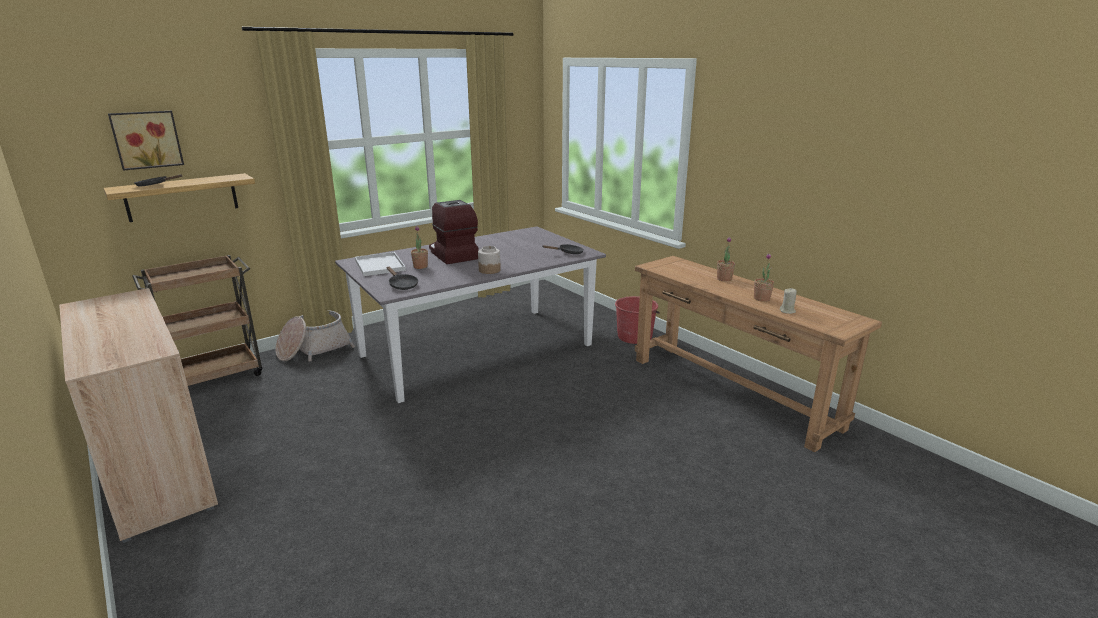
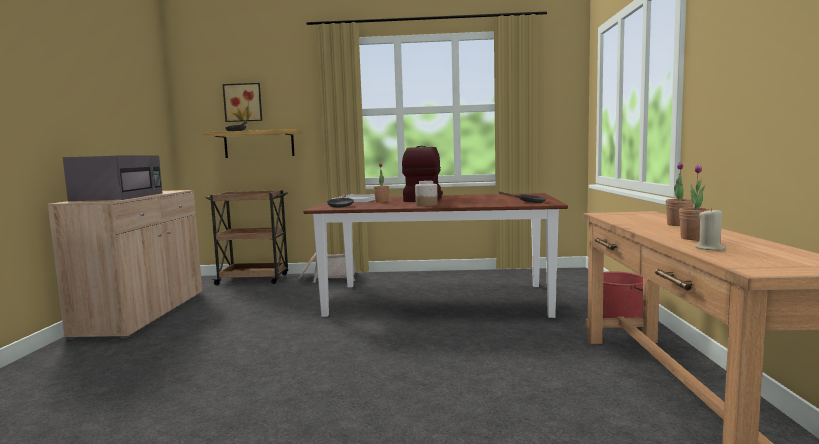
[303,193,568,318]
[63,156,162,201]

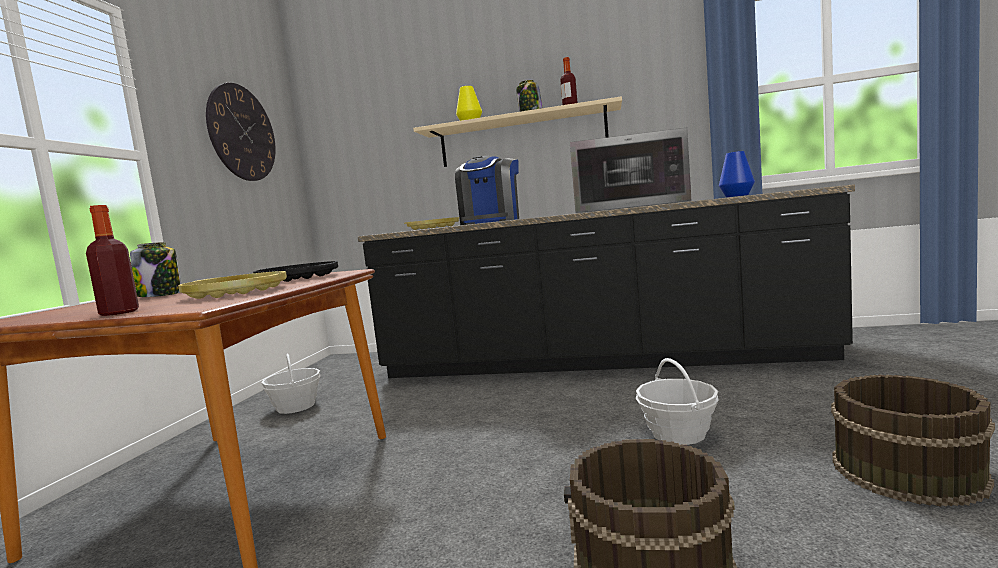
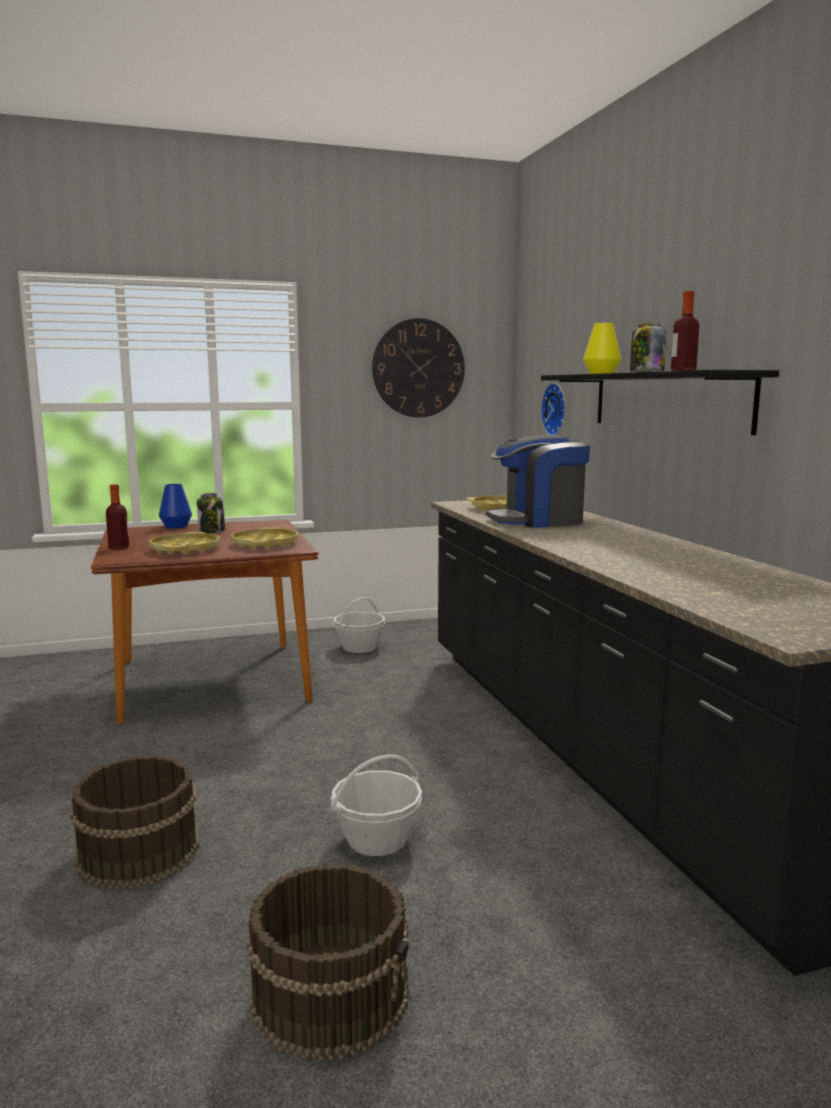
[541,370,779,435]
[570,128,691,213] (first image)
[159,484,192,528]
[231,527,298,548]
[540,383,566,435]

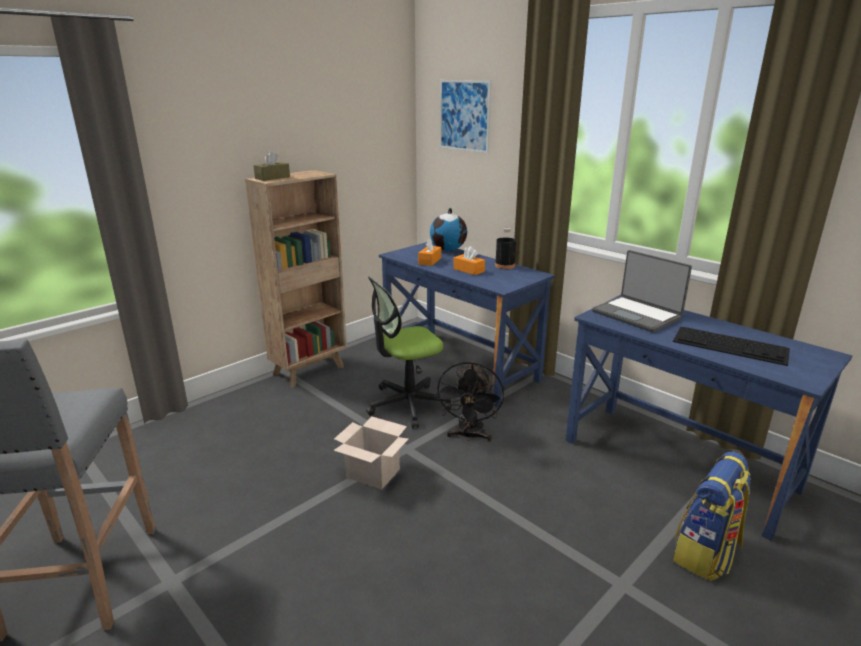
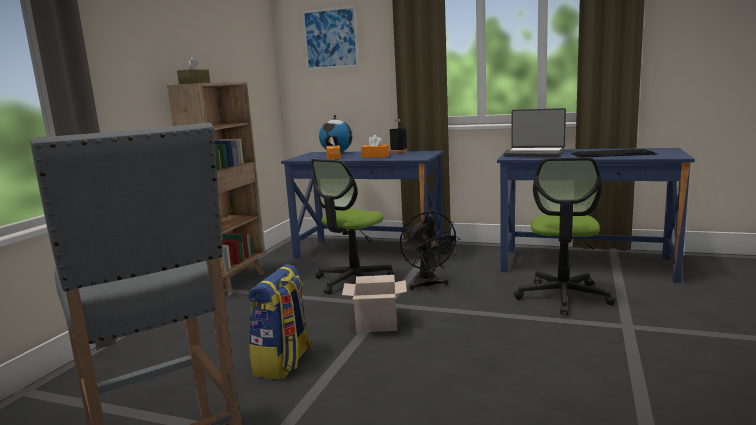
[248,265,313,380]
[514,158,616,315]

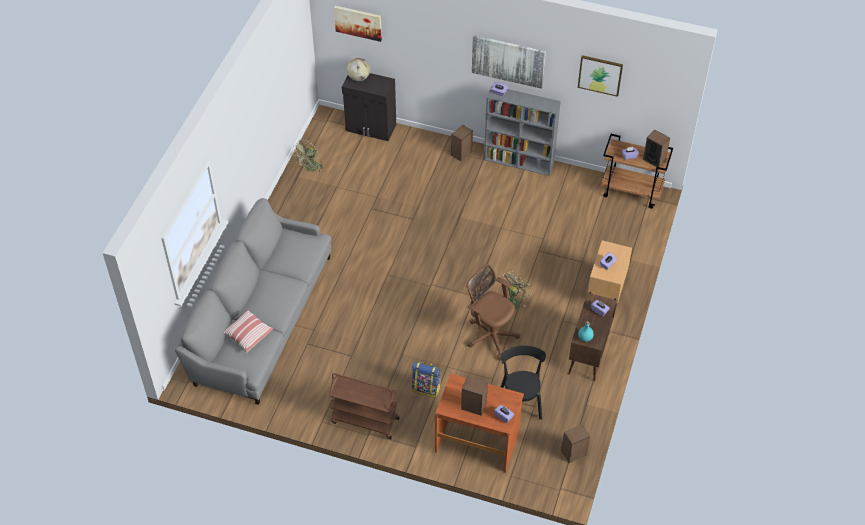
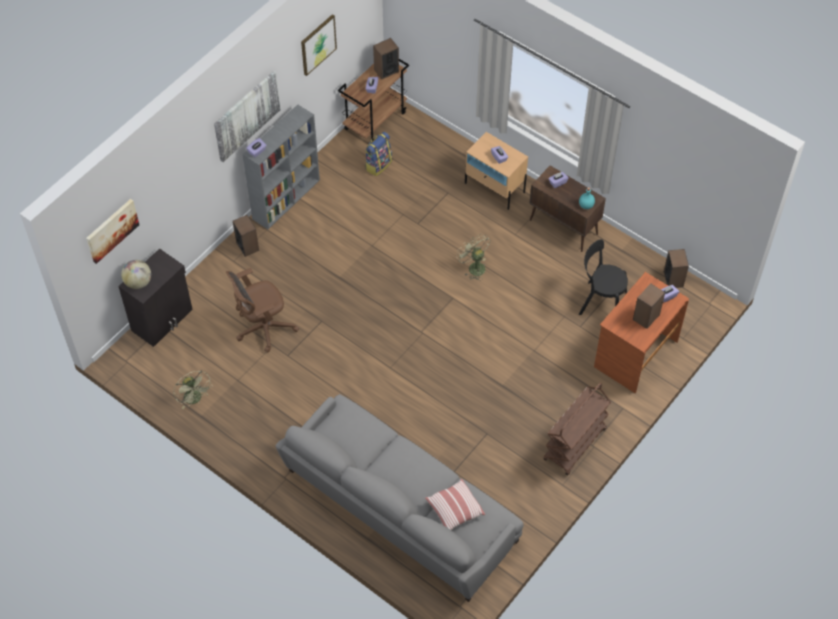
[226,268,299,353]
[365,132,392,176]

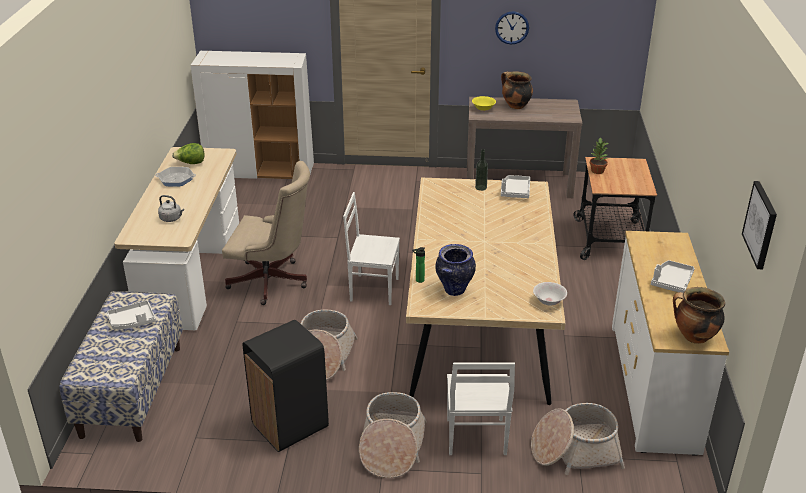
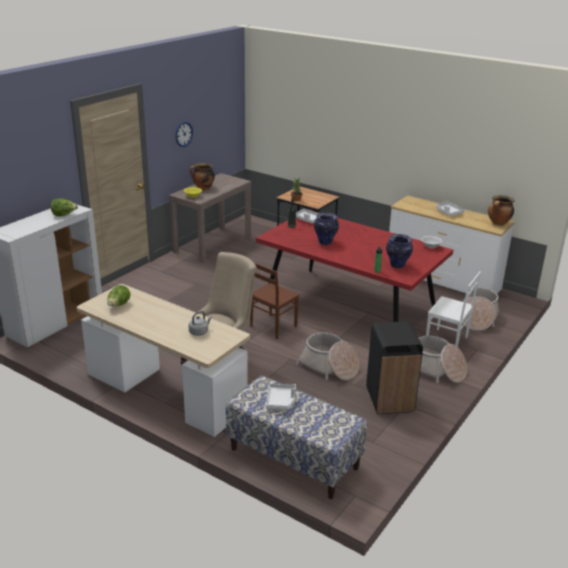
[155,167,196,187] (first image)
[256,210,453,322]
[742,181,777,269] (first image)
[250,263,299,339]
[51,198,78,216]
[314,213,339,245]

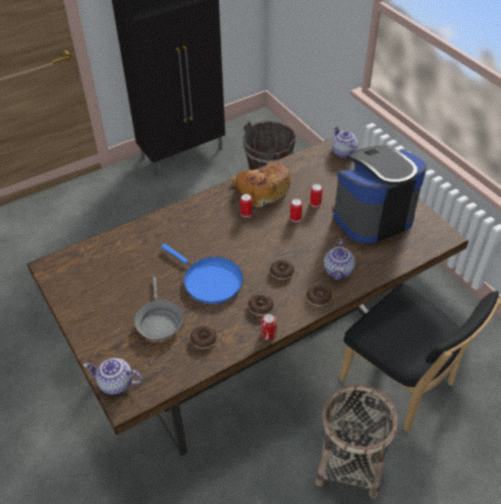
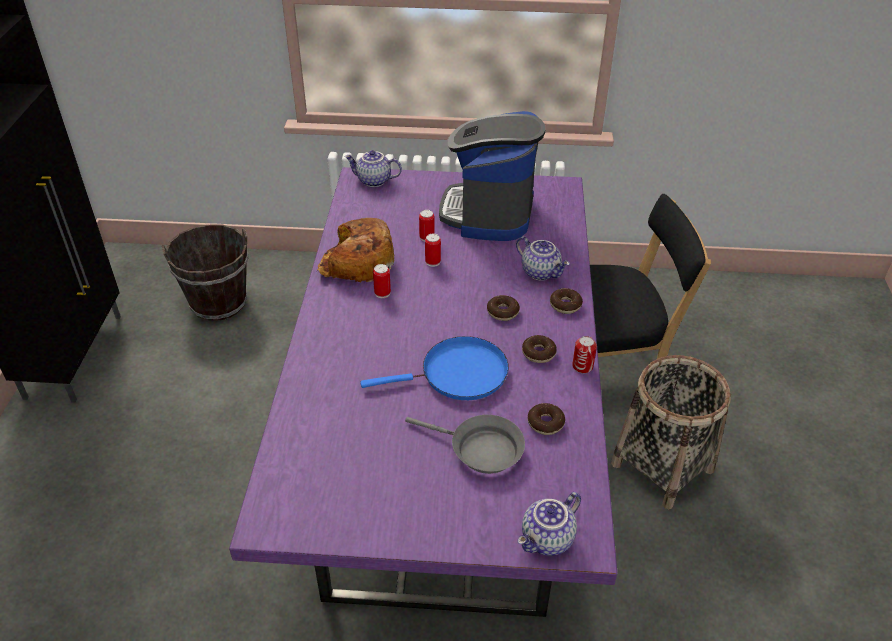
[229,167,617,617]

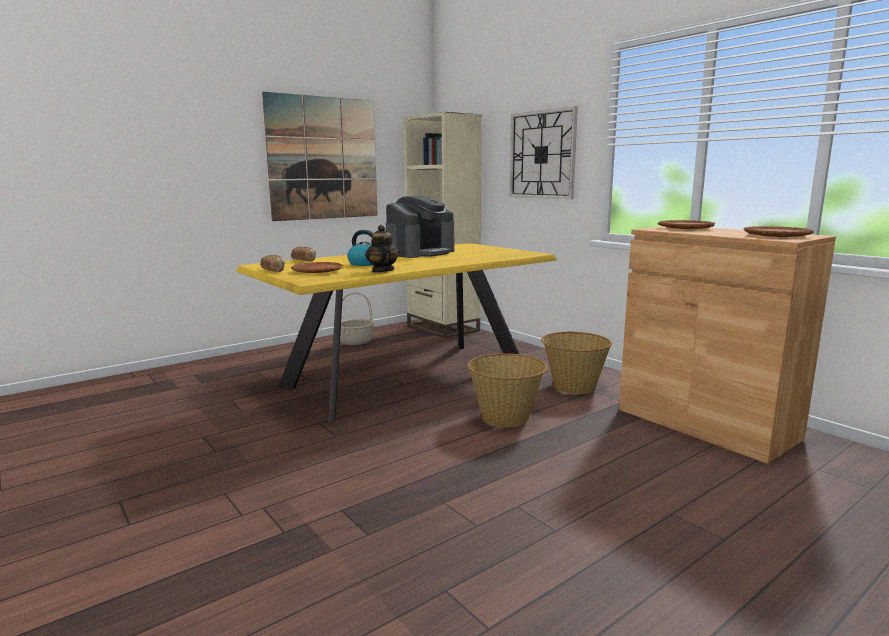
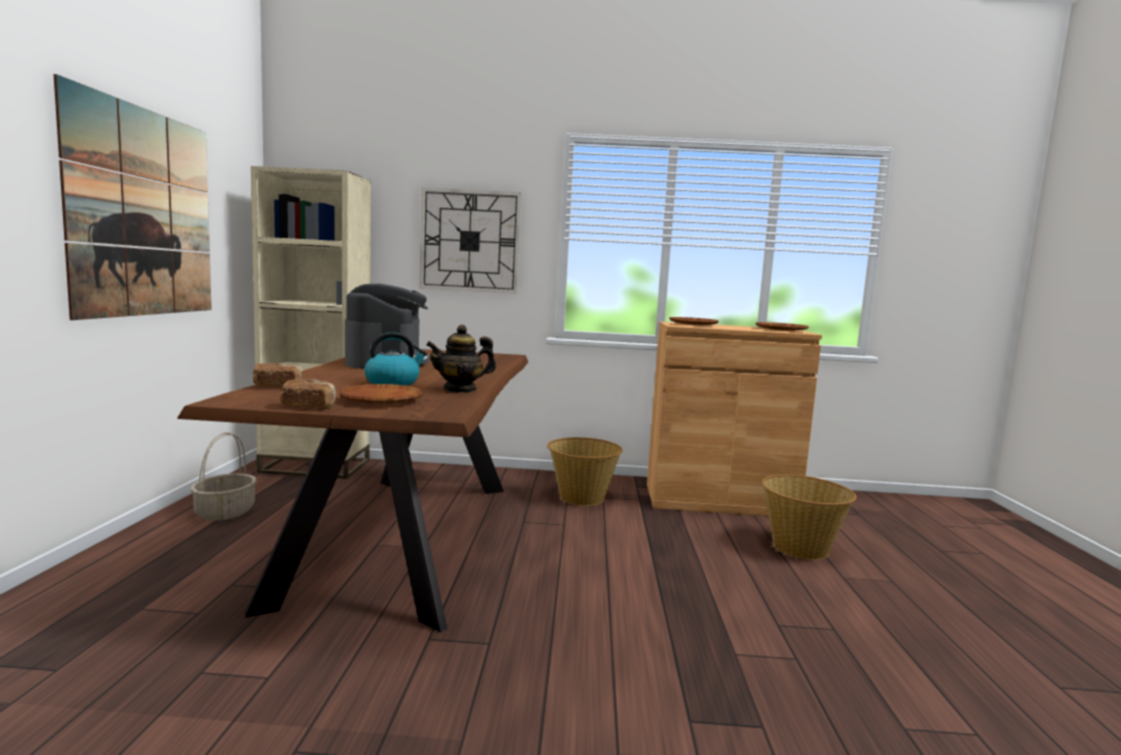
[426,325,496,393]
[177,349,528,632]
[761,475,857,560]

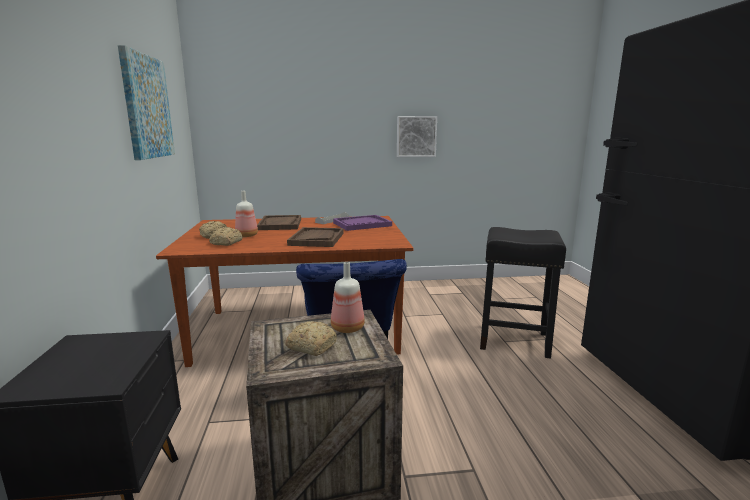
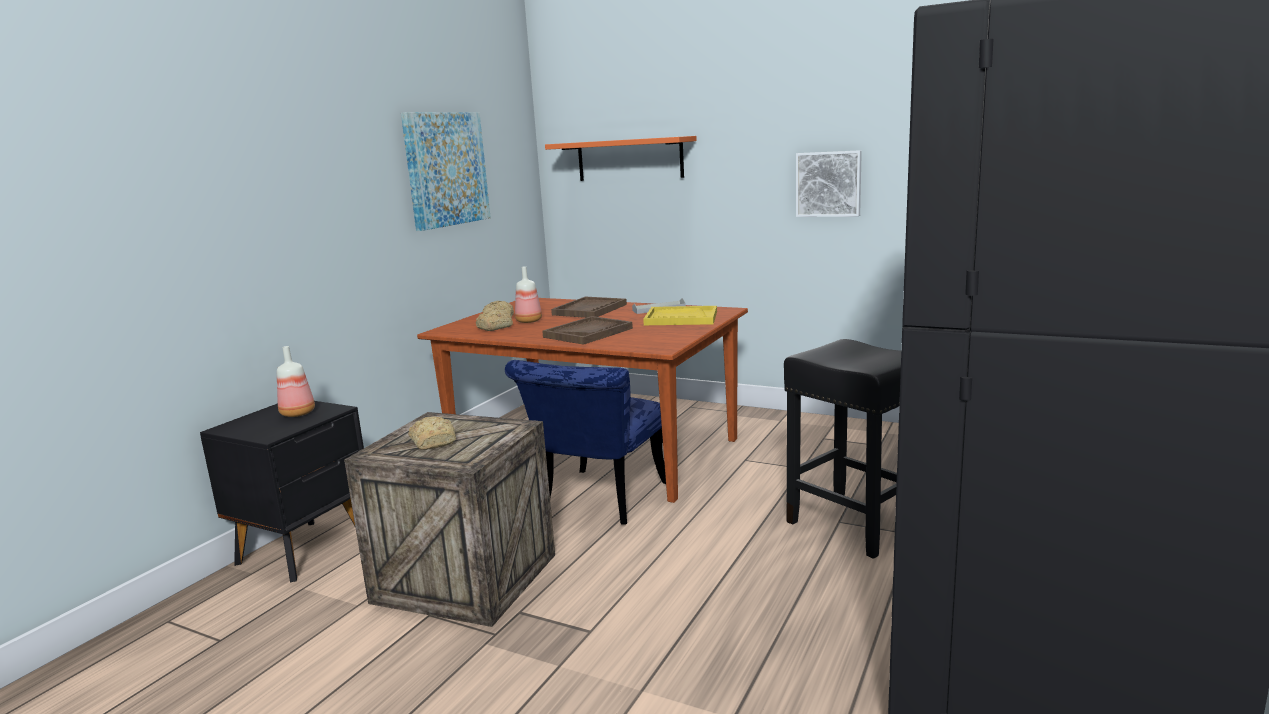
[643,306,717,325]
[277,346,315,417]
[545,136,697,181]

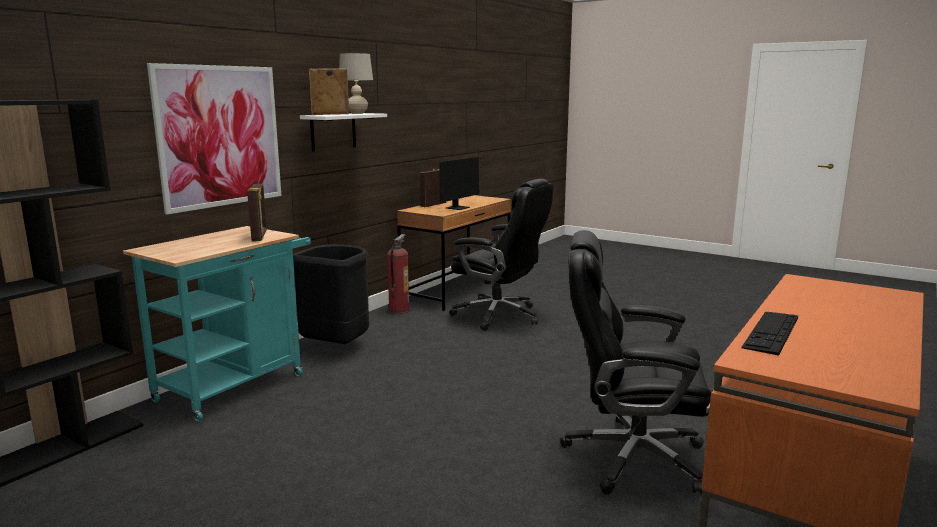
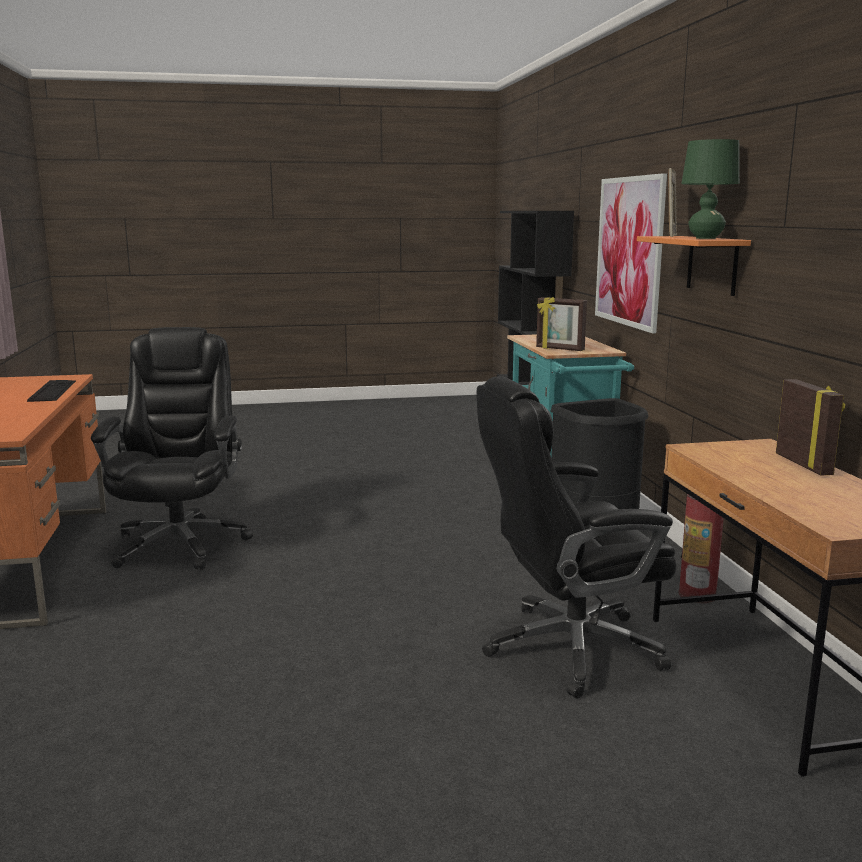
[681,139,740,239]
[637,236,751,296]
[439,157,487,210] (first image)
[91,327,253,570]

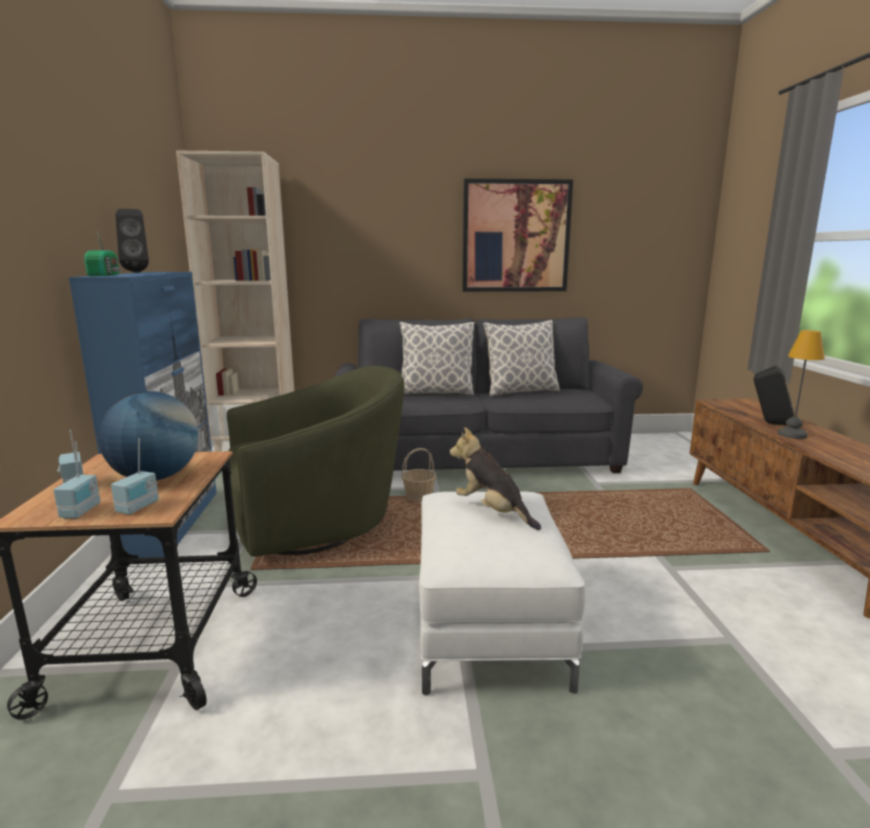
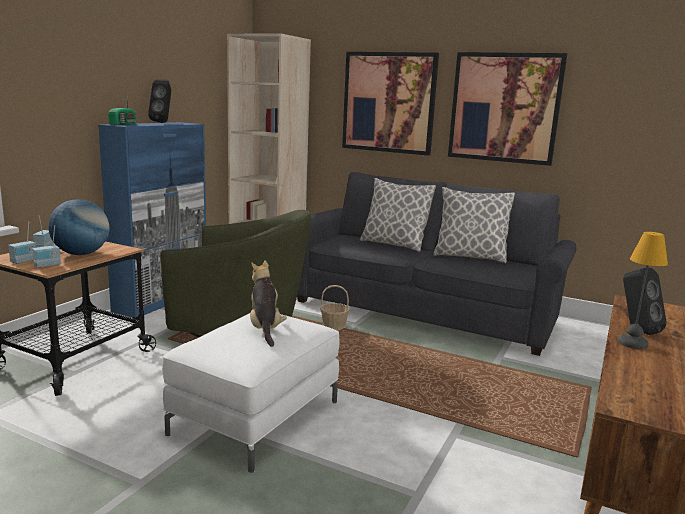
[342,52,439,155]

